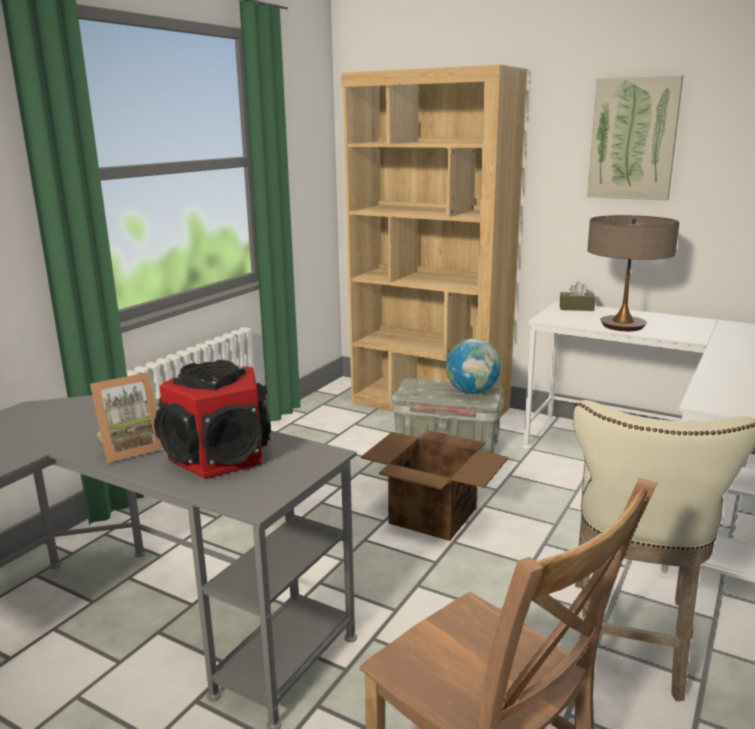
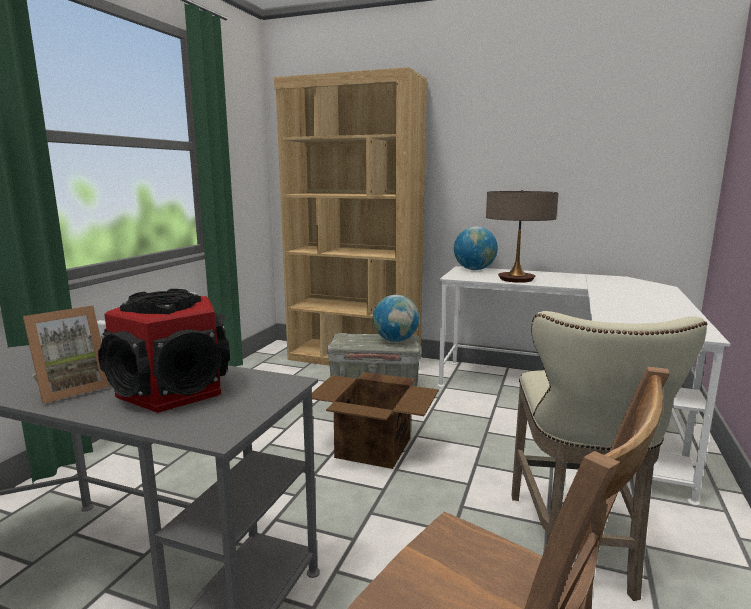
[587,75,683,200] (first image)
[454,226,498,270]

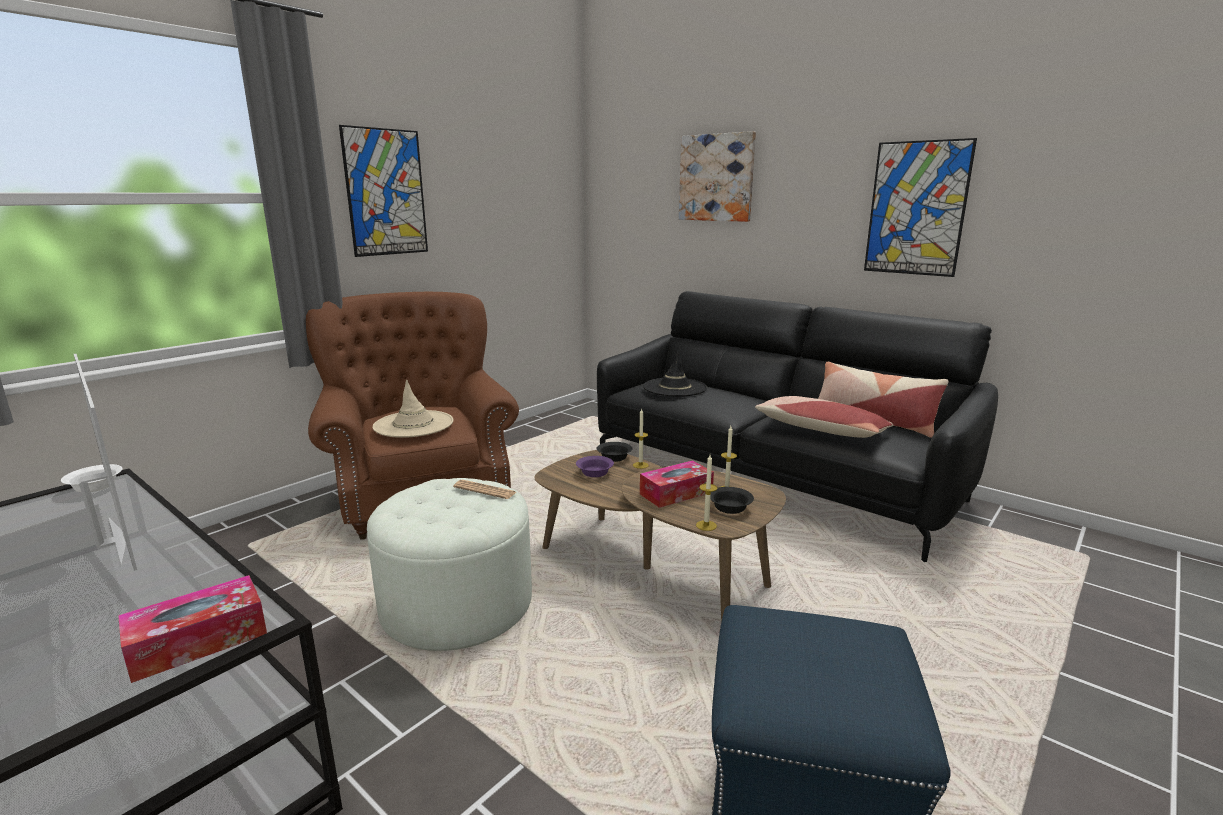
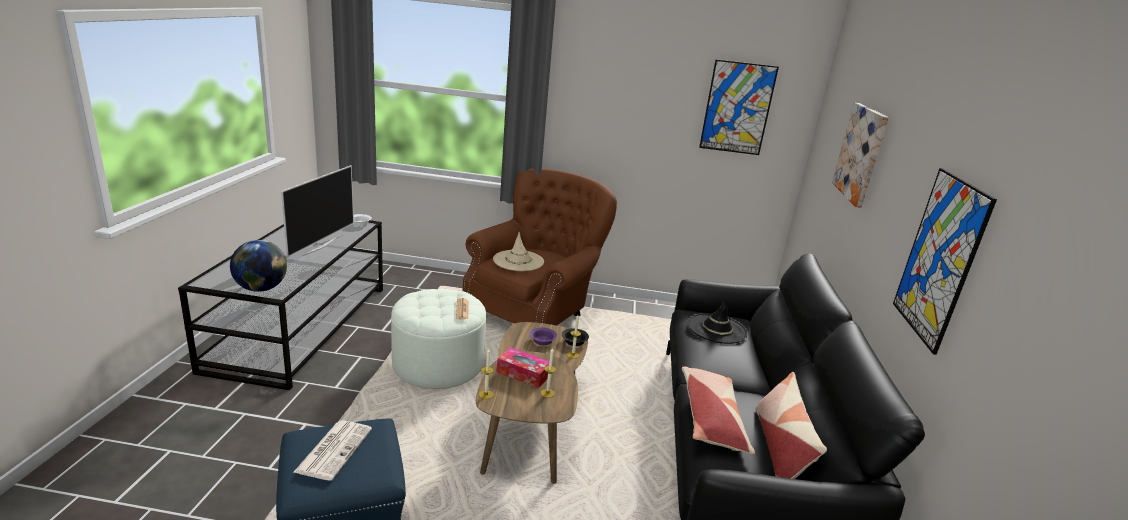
[699,60,779,155]
[710,487,754,514] (first image)
[230,240,287,292]
[293,420,372,481]

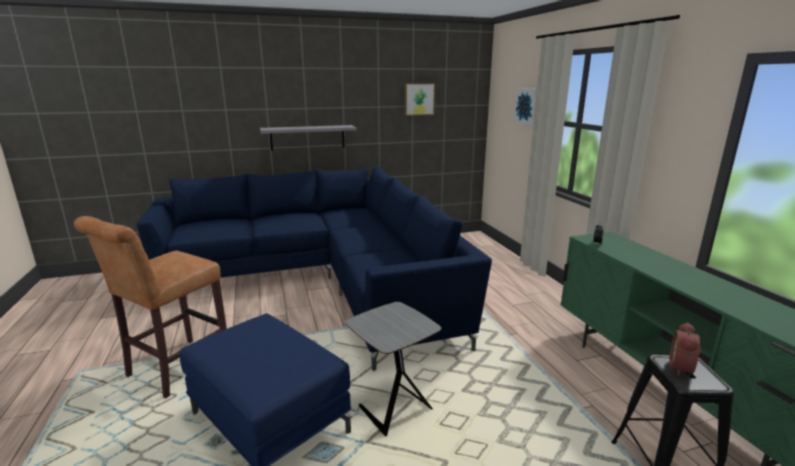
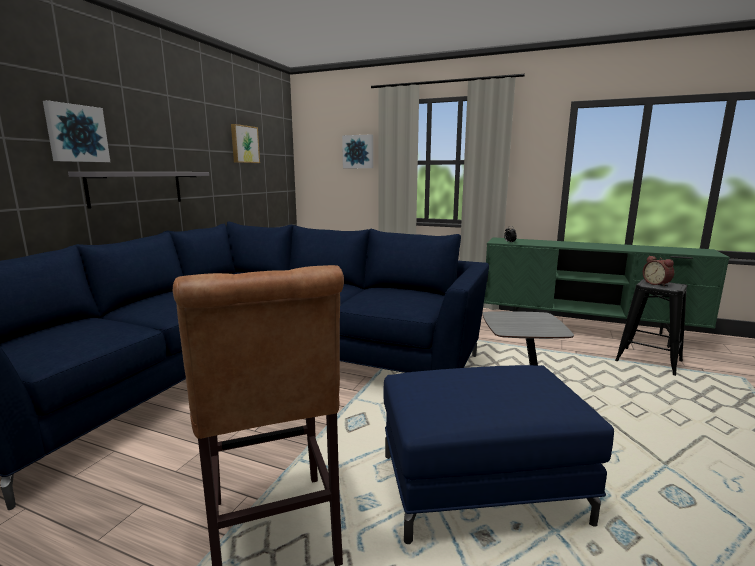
[43,100,110,162]

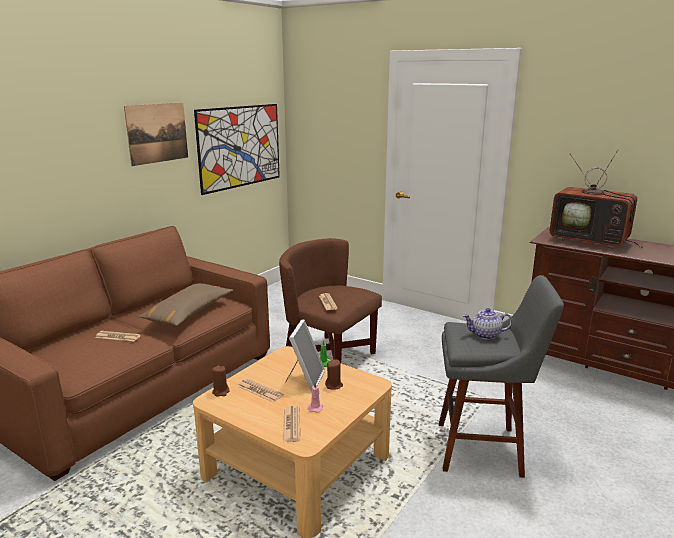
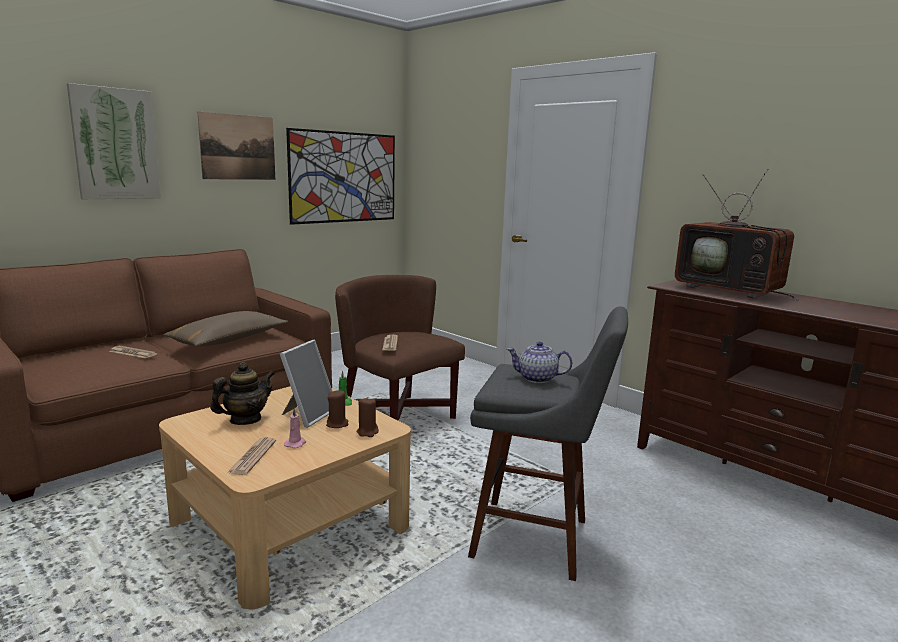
[357,397,379,437]
[210,362,274,425]
[67,83,161,199]

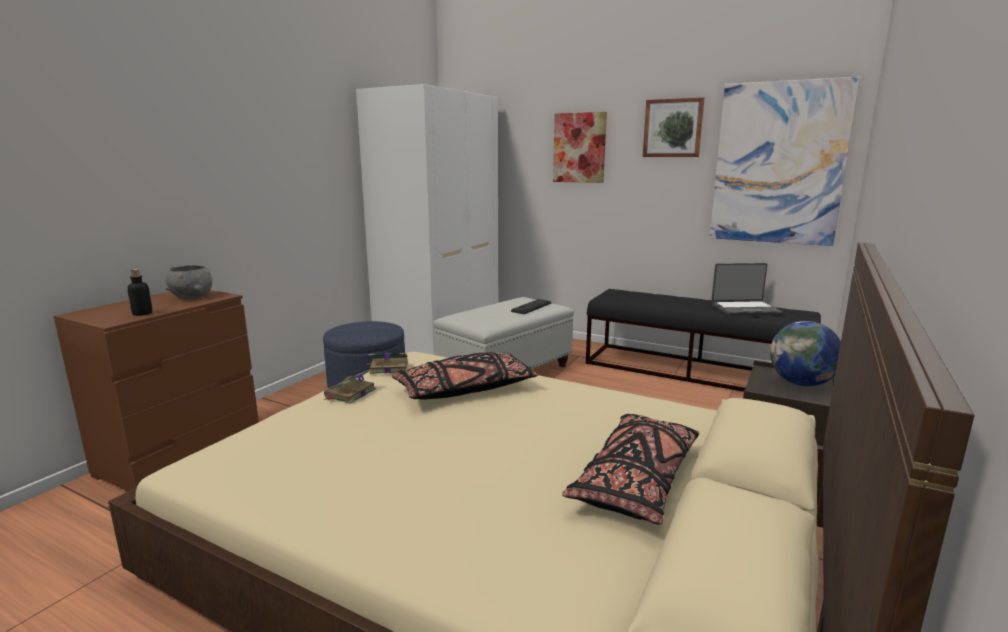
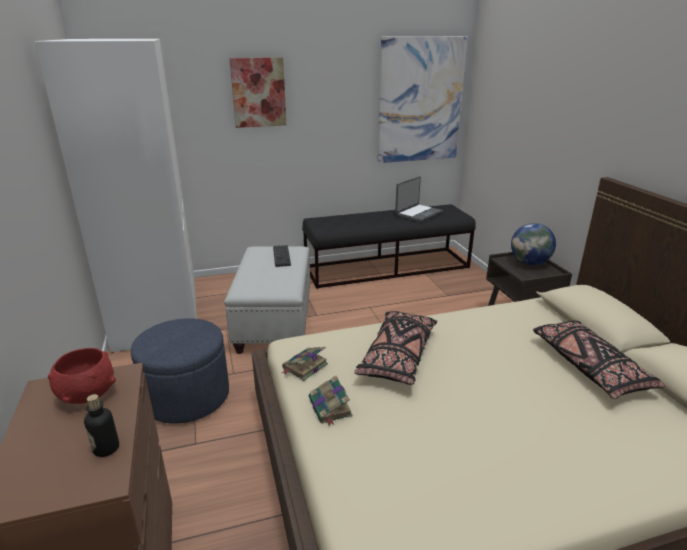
[643,97,705,157] (first image)
[48,348,116,404]

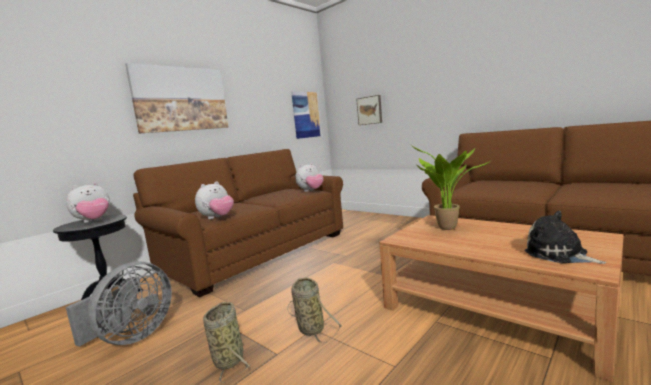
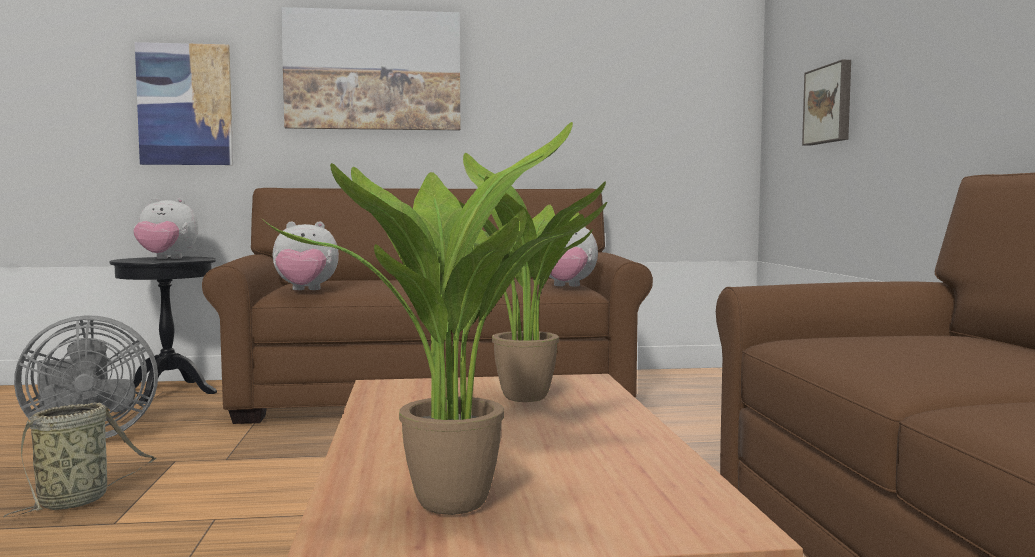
[135,42,233,165]
[260,122,607,515]
[287,277,342,343] (first image)

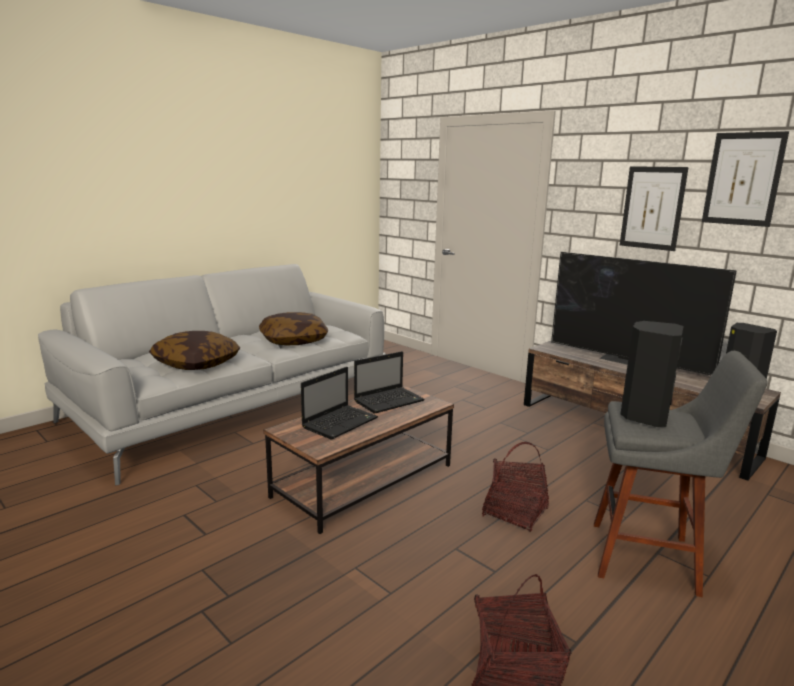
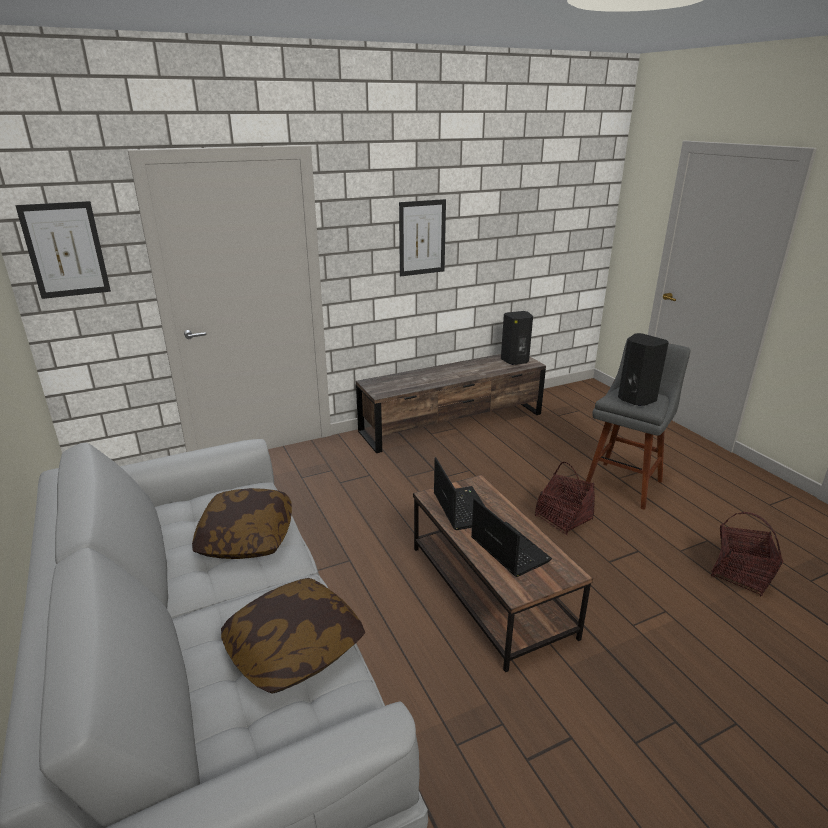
[15,201,111,299]
[551,252,737,375] (first image)

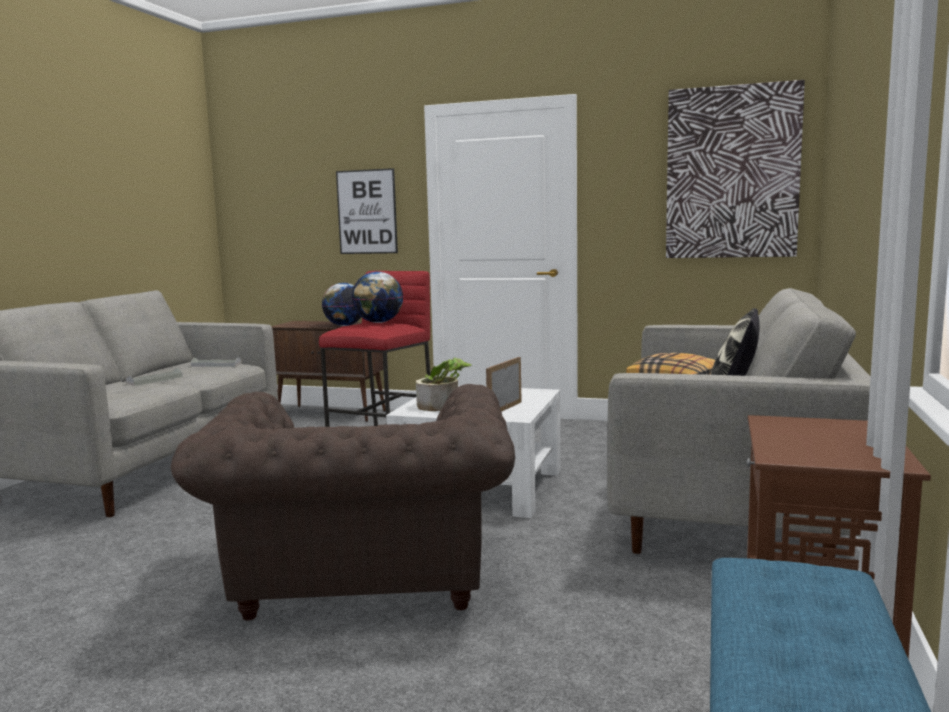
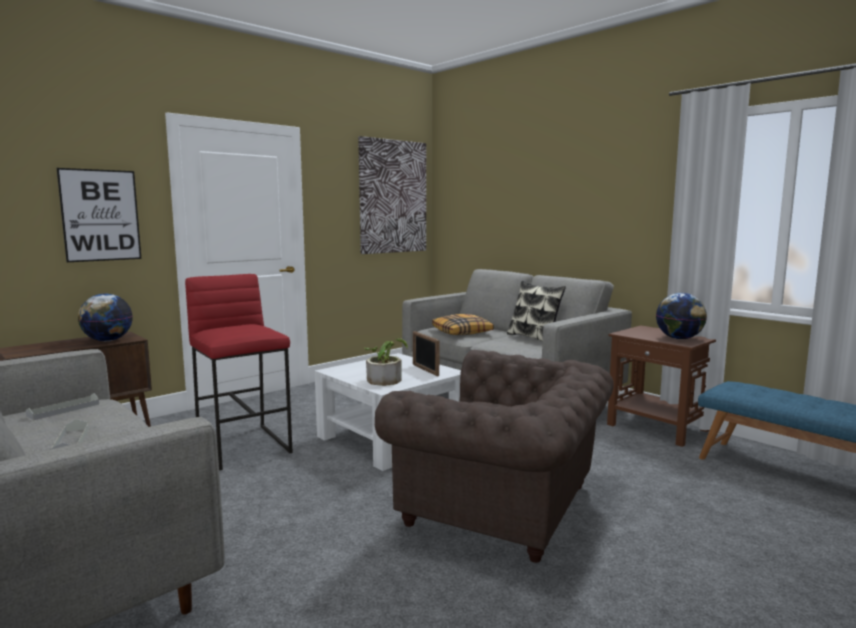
[656,293,707,339]

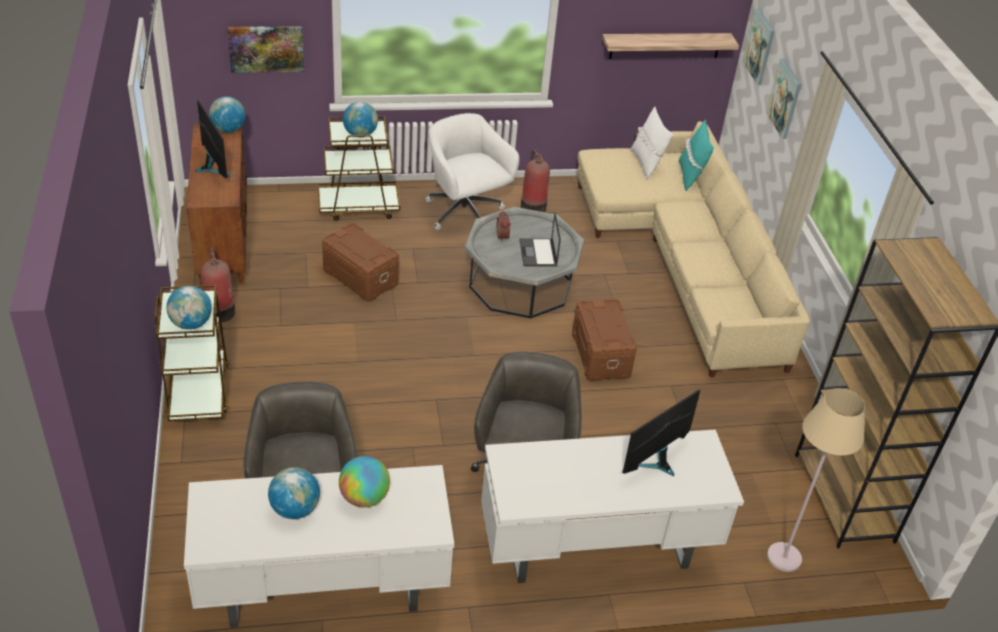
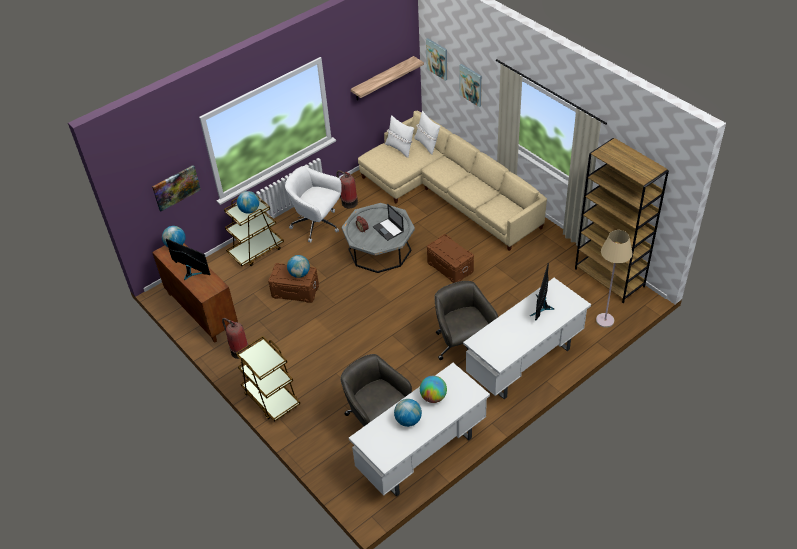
[414,111,440,155]
[287,255,310,278]

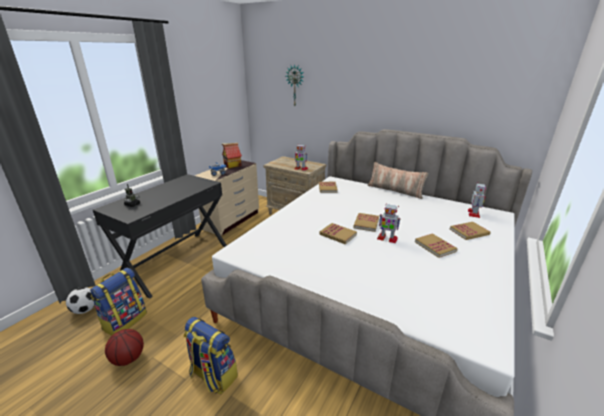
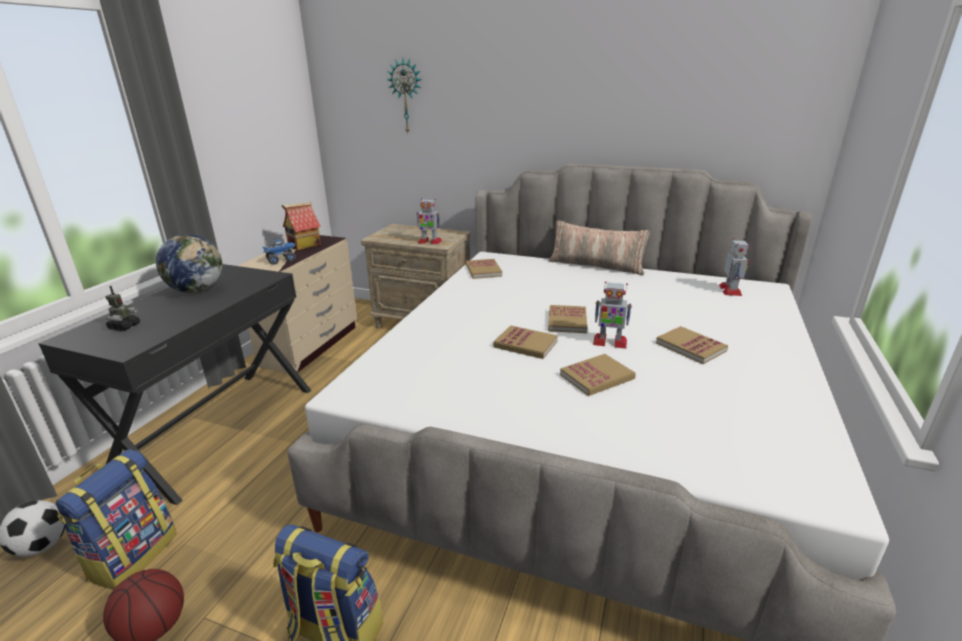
[560,354,636,396]
[156,234,223,293]

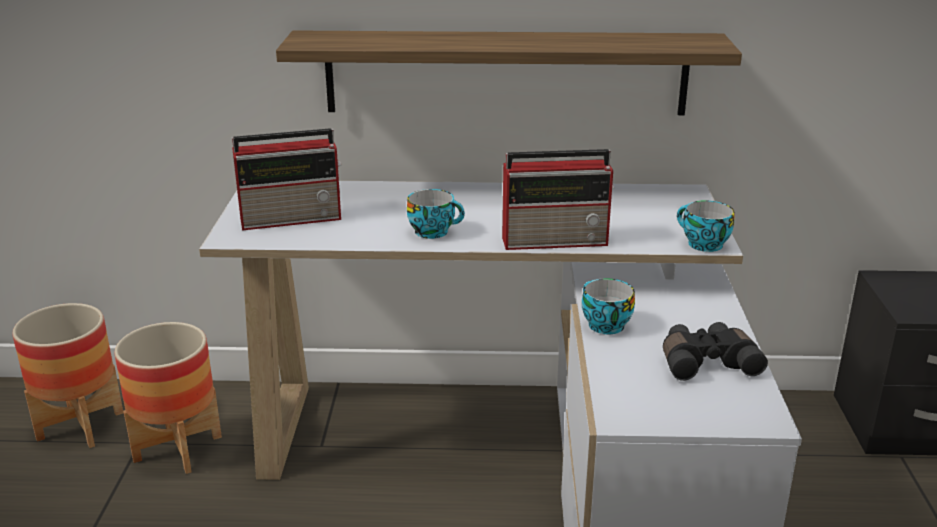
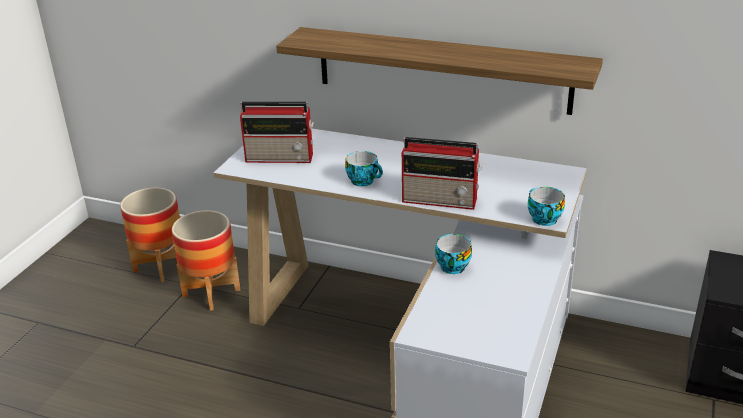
[663,322,768,381] (first image)

